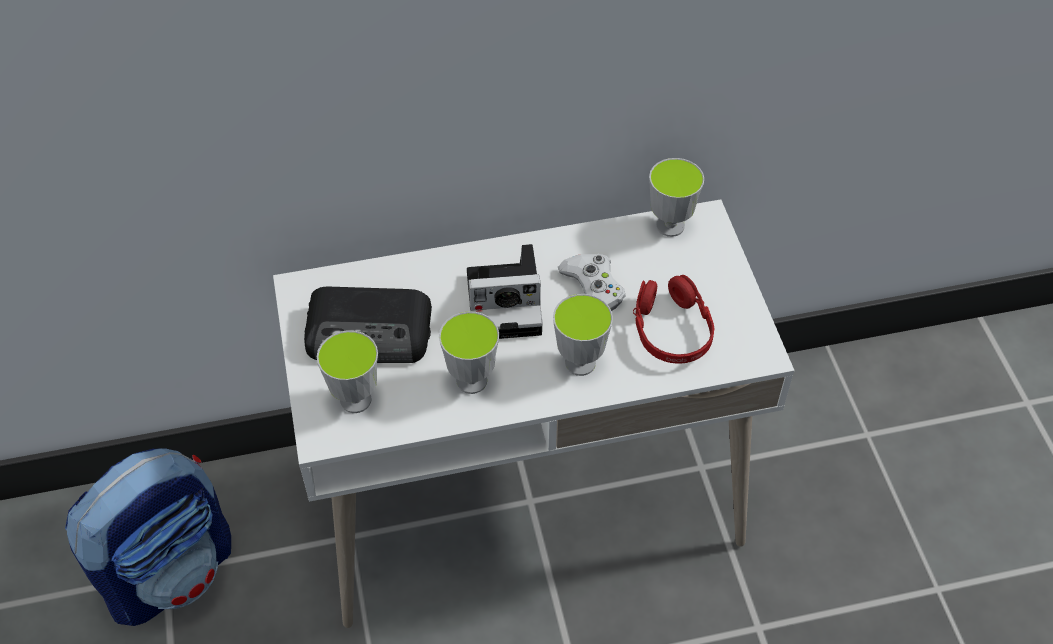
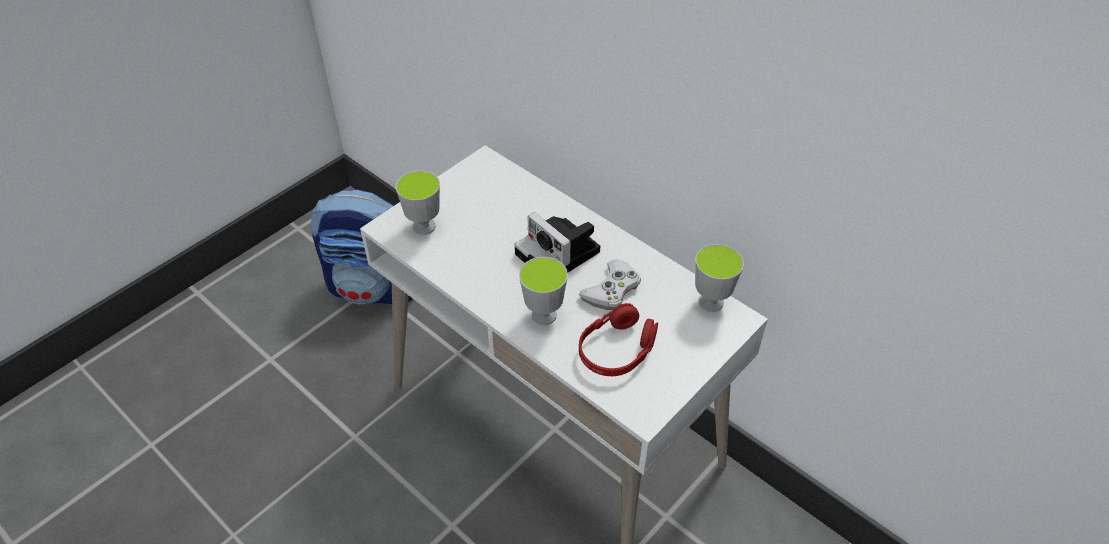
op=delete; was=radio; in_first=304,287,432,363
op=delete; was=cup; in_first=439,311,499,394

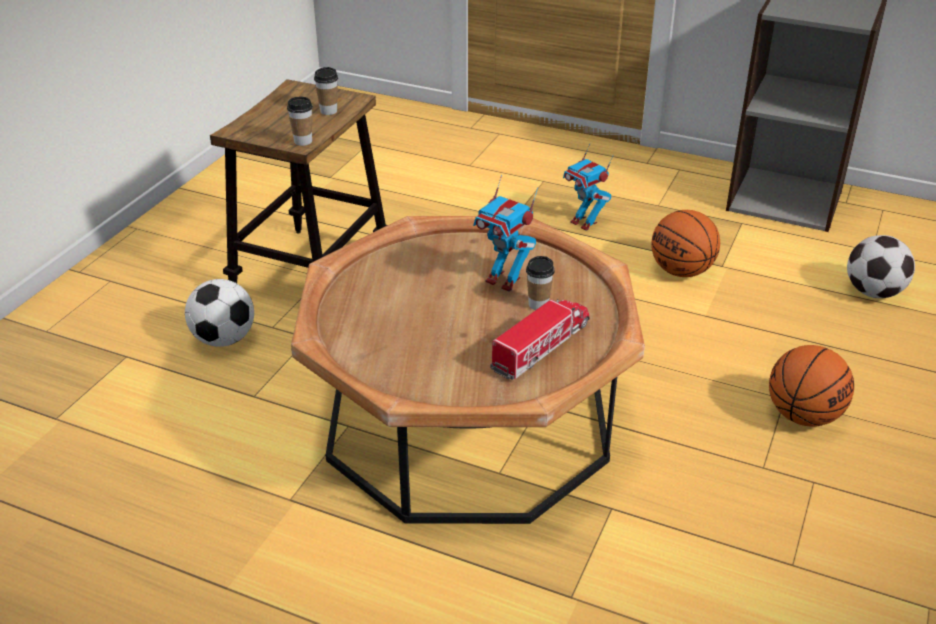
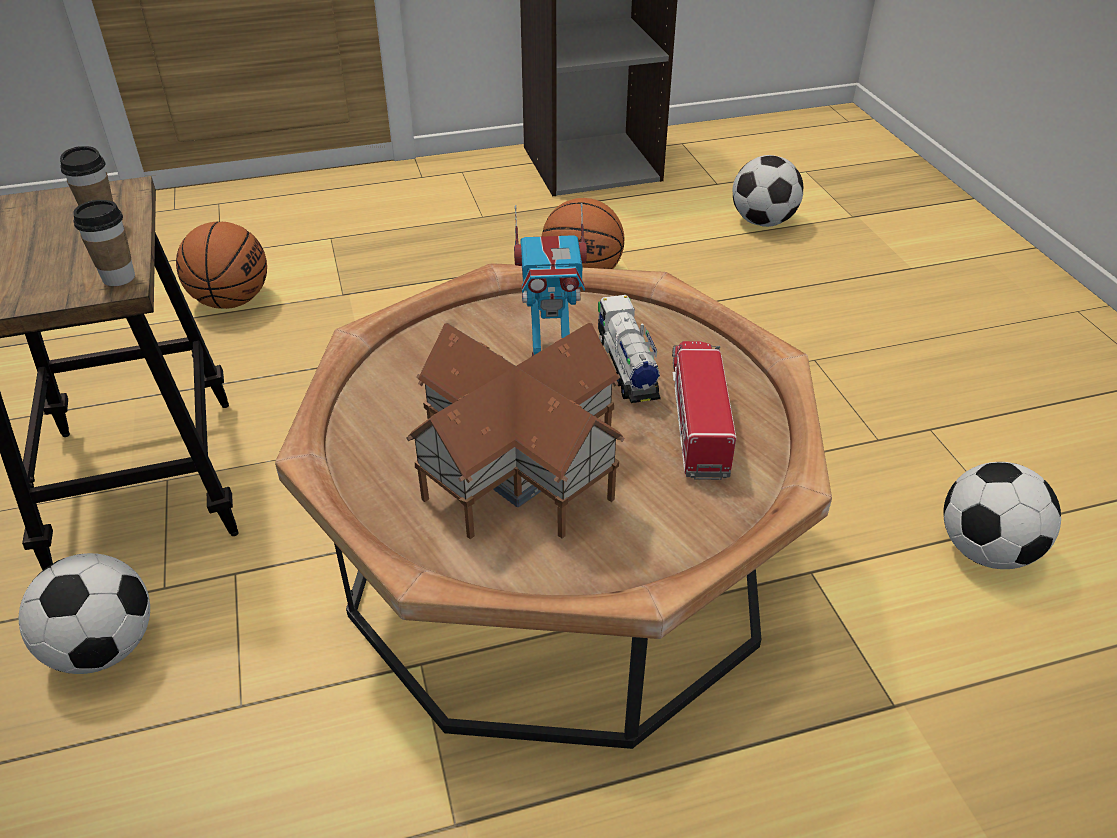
op=delete; was=toy robot; in_first=563,144,613,231
op=replace; was=cup; now=toy truck; in_first=526,256,555,310; in_second=598,295,661,403
op=move; was=basketball; in_first=769,345,854,427; in_second=176,221,267,309
op=insert; now=toy house; in_second=406,323,625,539
op=insert; now=football; in_second=943,462,1061,569

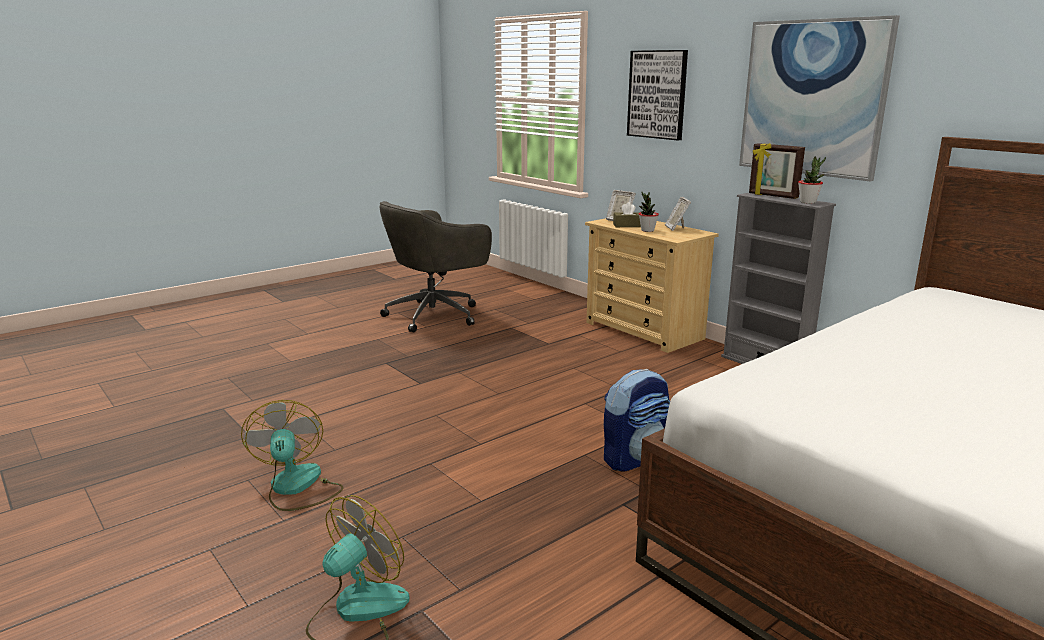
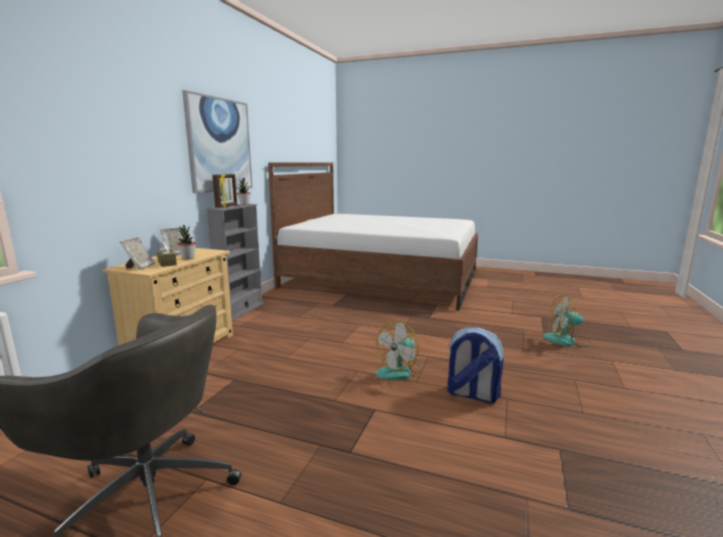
op=delete; was=picture; in_first=627,50,688,140
op=move; was=backpack; in_first=604,369,670,472; in_second=447,327,504,404
op=move; was=fan; in_first=241,400,343,511; in_second=375,320,421,380

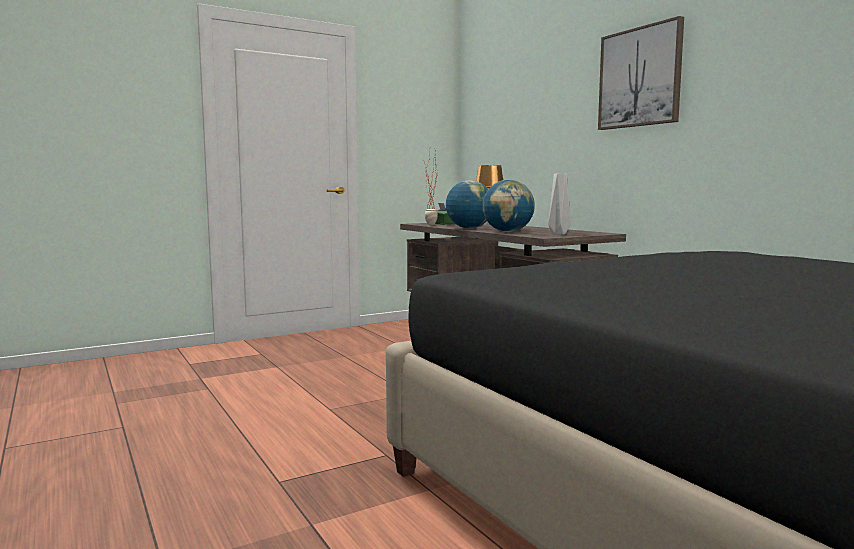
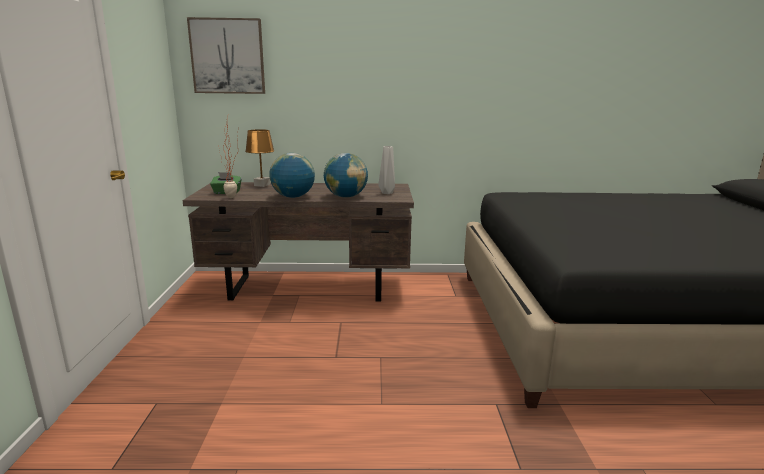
op=move; was=picture; in_first=598,16,684,130; in_second=187,17,265,94

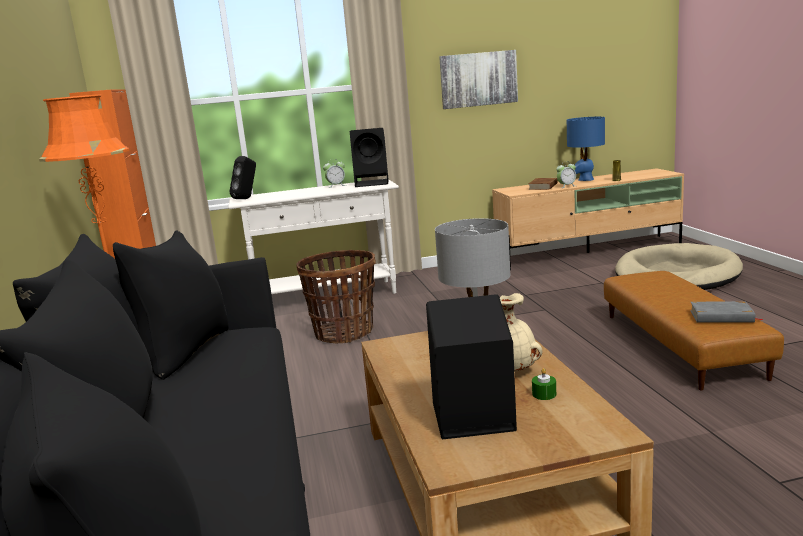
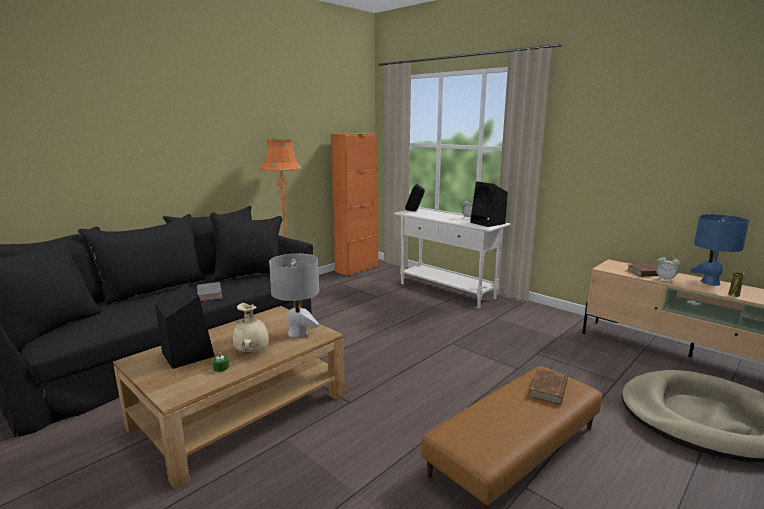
op=delete; was=picture; in_first=439,50,518,109
op=delete; was=basket; in_first=297,250,376,343
op=move; was=book (grey); in_first=690,301,762,323; in_second=197,282,222,303
op=insert; now=book (brown); in_second=529,369,568,405

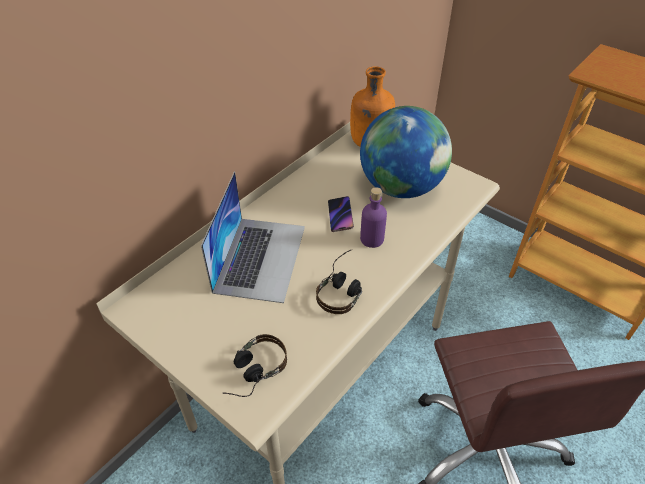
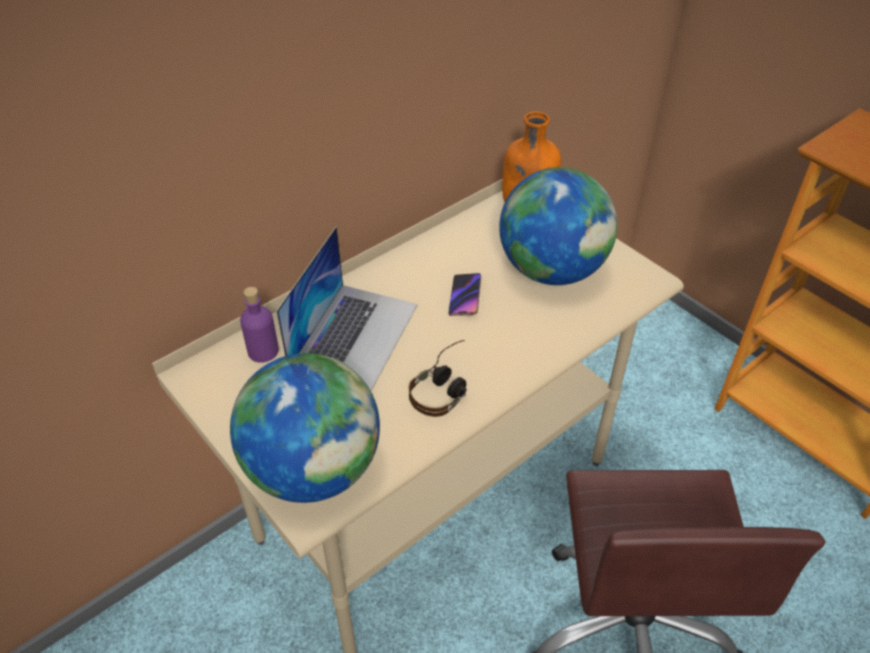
op=move; was=bottle (purple); in_first=360,187,387,248; in_second=240,287,279,363
op=replace; was=headphones; now=globe; in_first=223,334,287,397; in_second=230,353,380,503

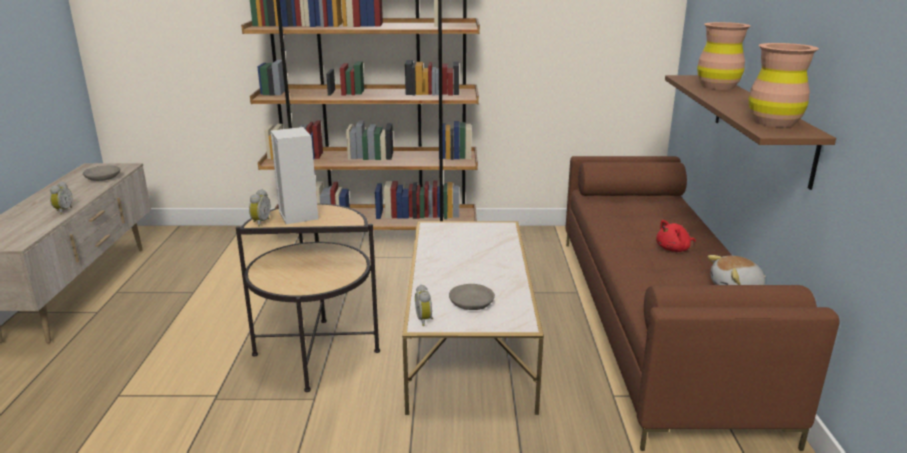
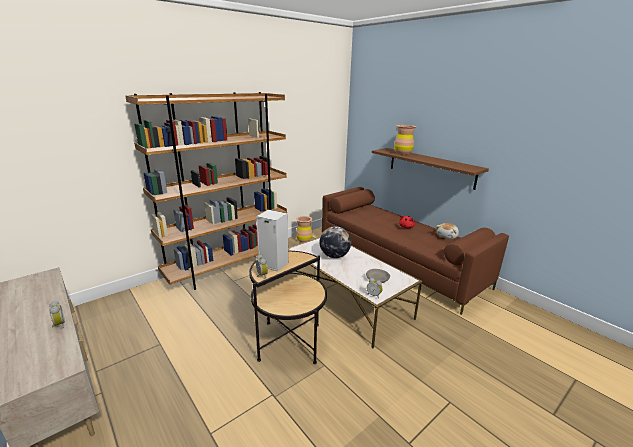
op=move; was=vase (brown); in_first=748,43,819,127; in_second=296,216,313,243
op=delete; was=bowl (grey); in_first=83,166,120,181
op=insert; now=globe; in_second=320,226,351,258

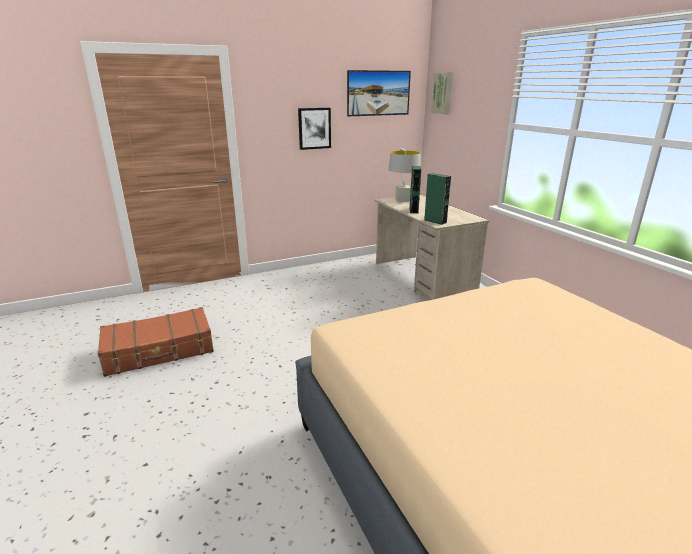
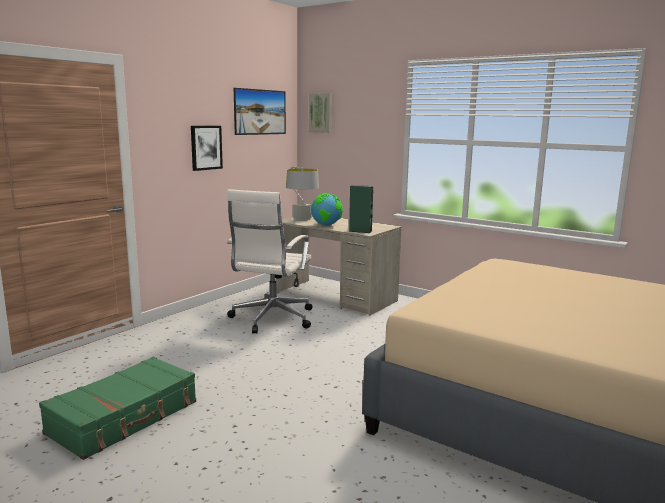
op=replace; was=speaker (green); now=globe; in_first=409,166,421,213; in_second=311,193,343,226
op=recolor; was=suitcase (brown); now=suitcase (green); in_first=97,307,214,377; in_second=39,357,196,460
op=insert; now=office chair (white); in_second=227,189,313,334

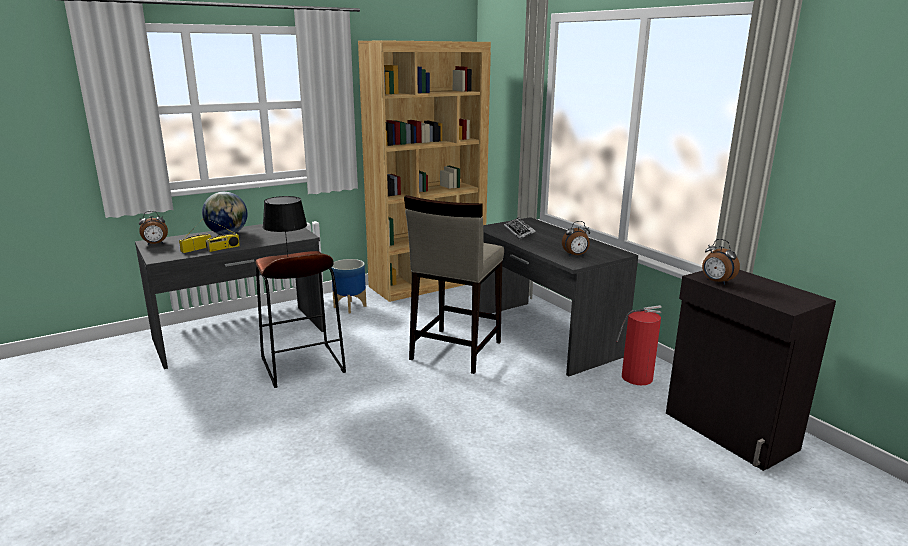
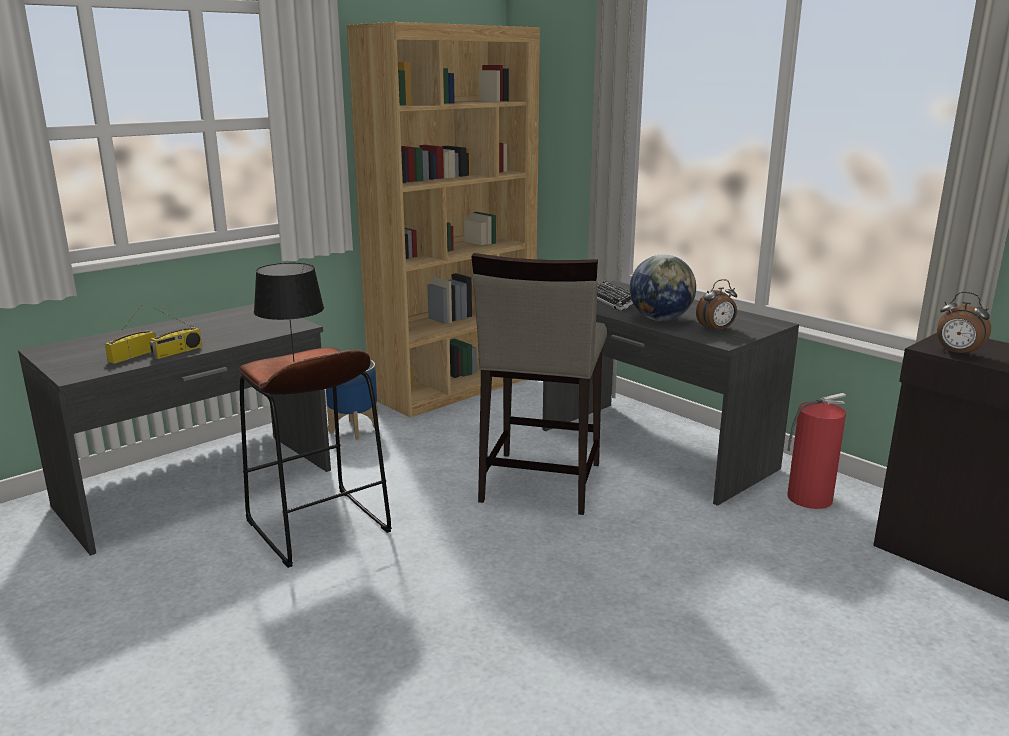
op=move; was=globe; in_first=202,192,247,235; in_second=630,254,696,321
op=delete; was=alarm clock; in_first=139,211,168,245

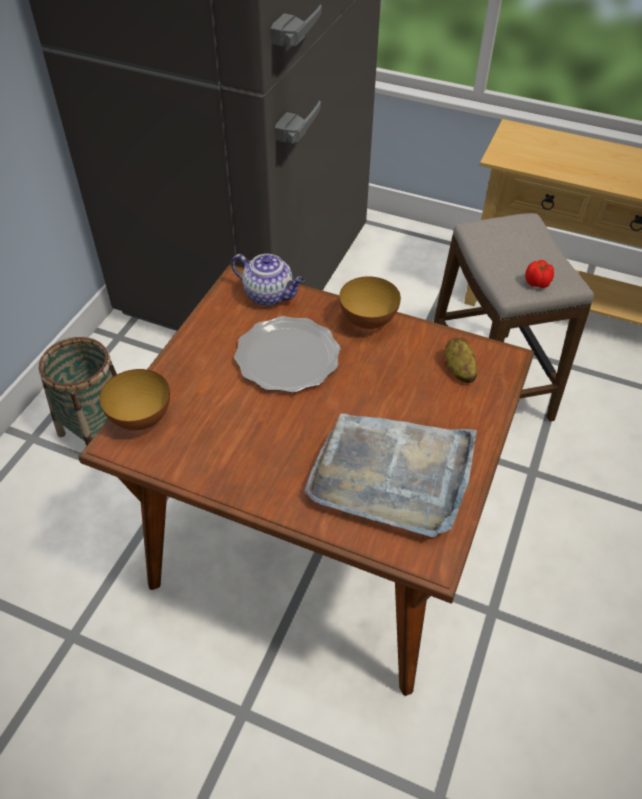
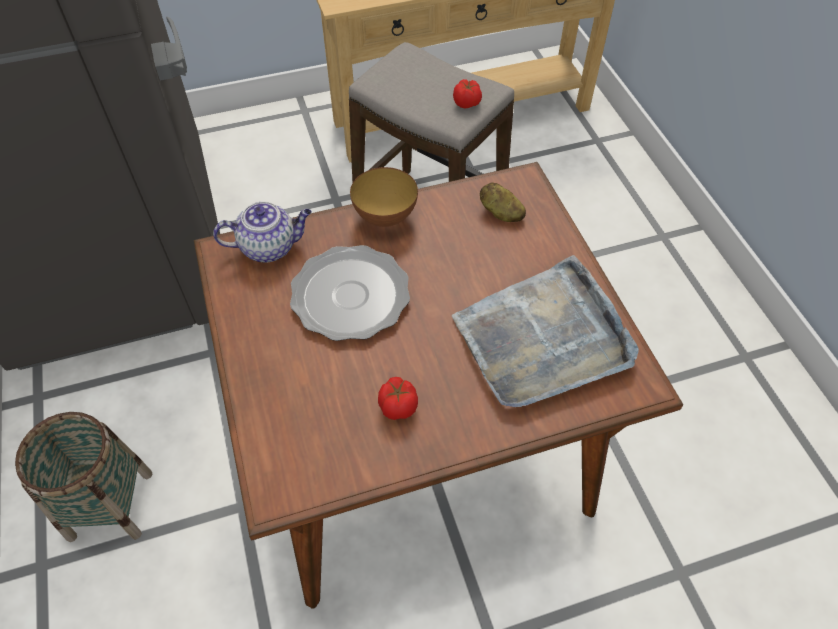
op=delete; was=bowl; in_first=99,369,170,430
op=insert; now=tomato; in_second=378,377,418,420

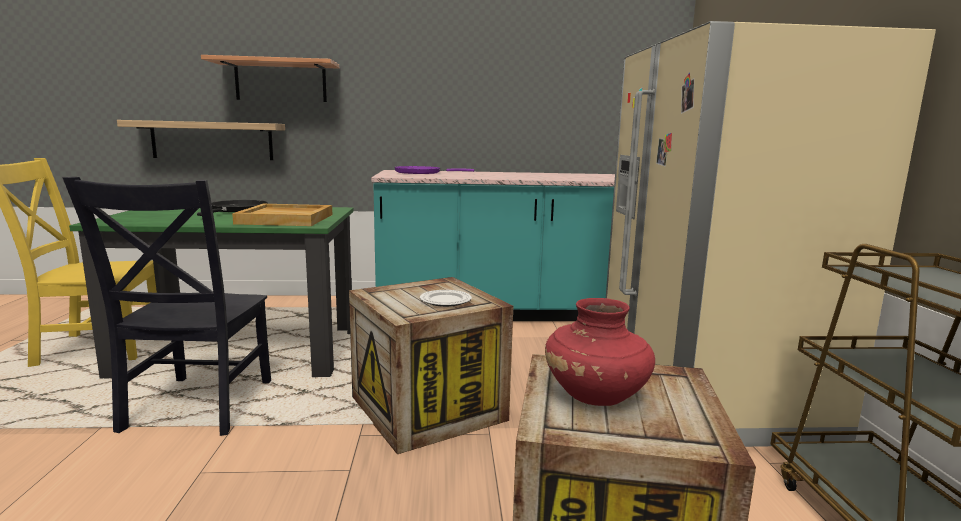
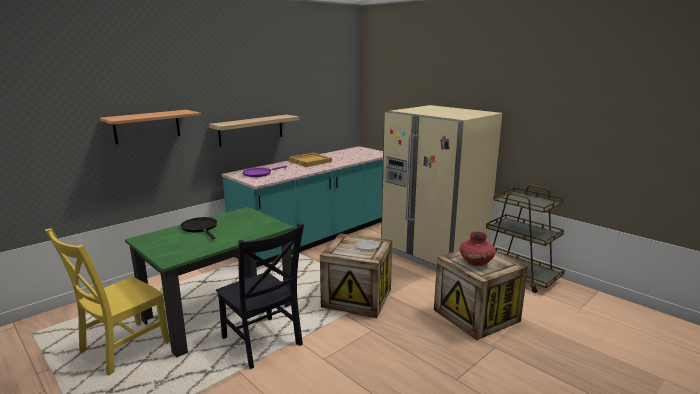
op=move; was=shelf; in_first=117,120,285,160; in_second=209,115,299,146
op=move; was=tray (beige); in_first=232,204,332,226; in_second=288,153,332,167

